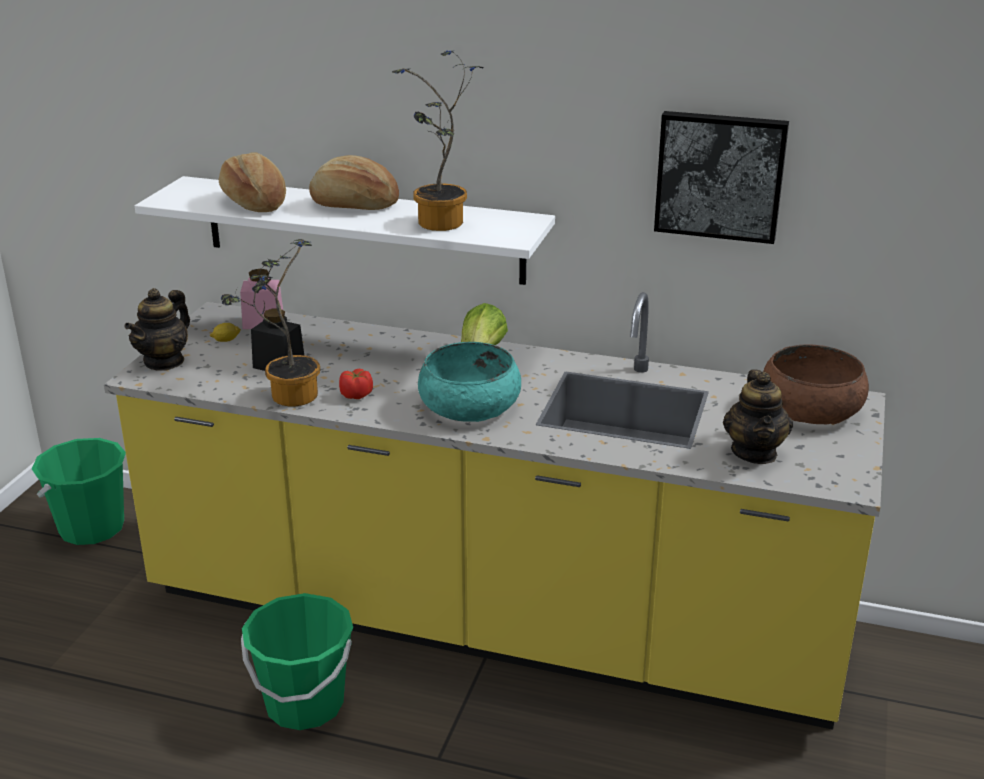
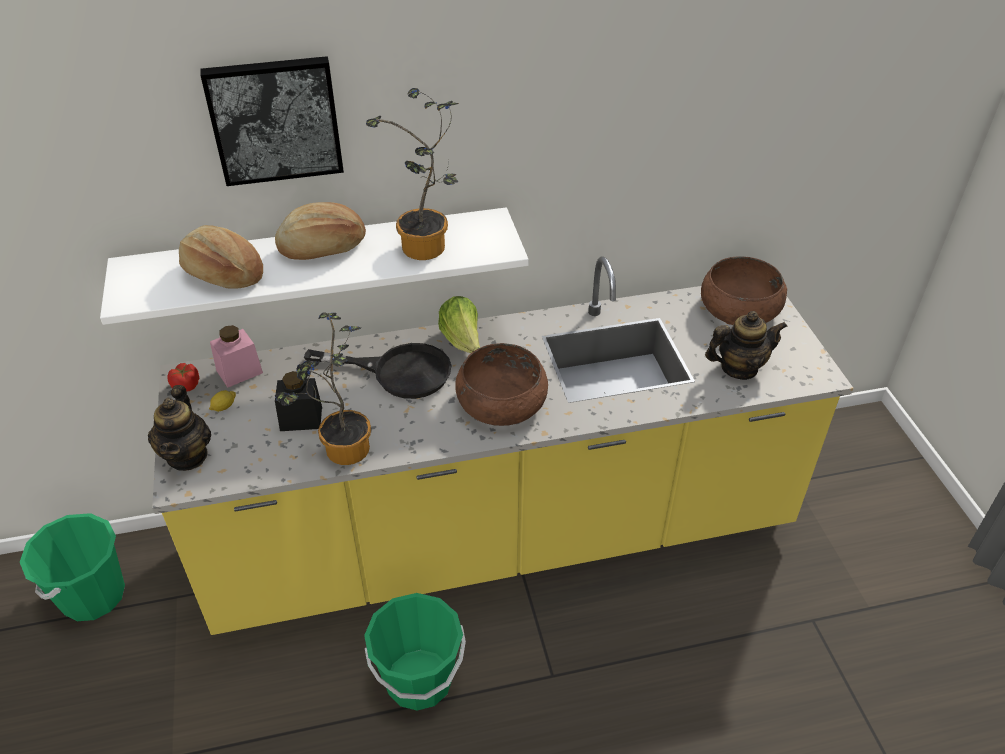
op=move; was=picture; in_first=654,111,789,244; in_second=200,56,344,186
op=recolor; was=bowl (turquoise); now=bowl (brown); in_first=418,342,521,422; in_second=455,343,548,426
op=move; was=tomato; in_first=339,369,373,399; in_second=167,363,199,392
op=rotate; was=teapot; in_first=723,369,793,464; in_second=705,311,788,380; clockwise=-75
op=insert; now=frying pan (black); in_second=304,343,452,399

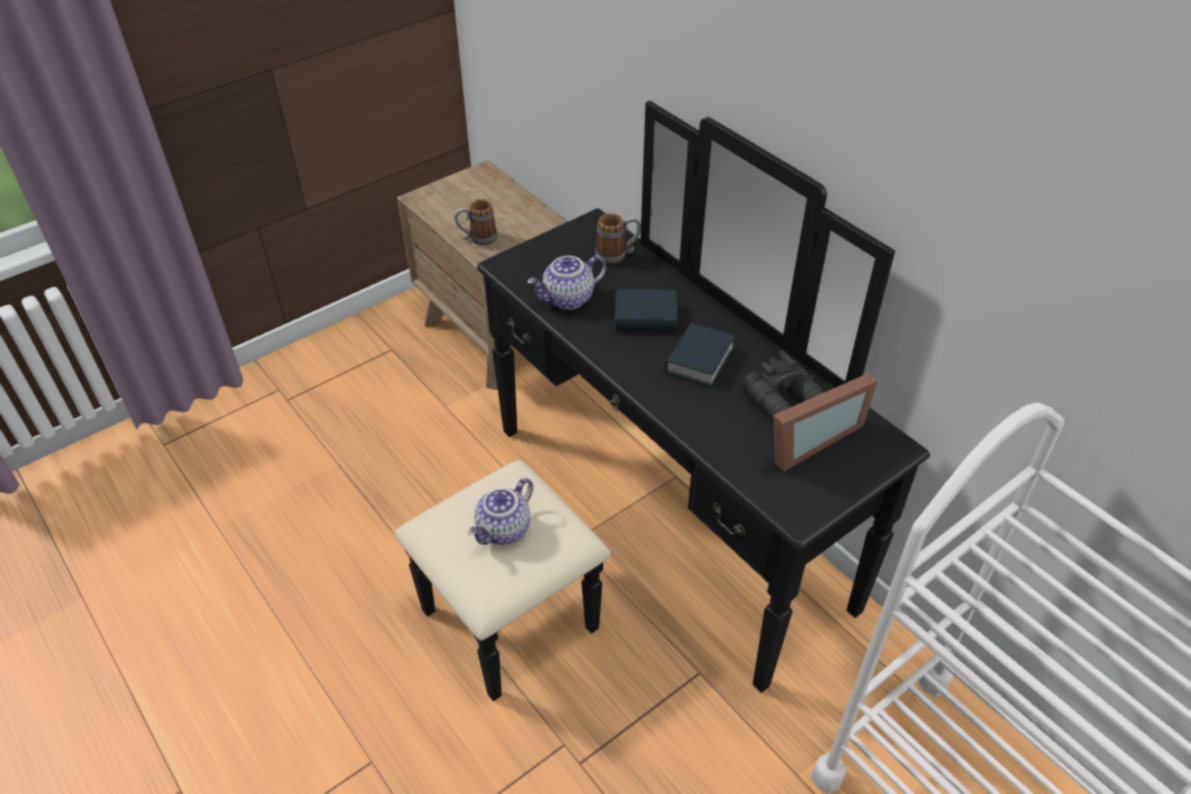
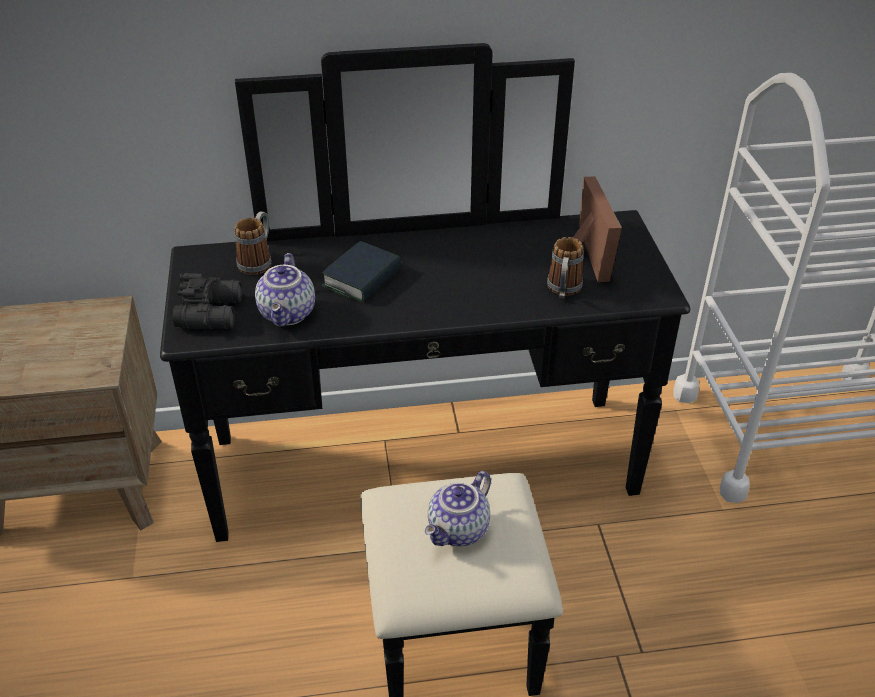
op=move; was=mug; in_first=454,199,498,245; in_second=547,237,584,299
op=delete; was=book; in_first=665,323,735,386
op=move; was=binoculars (black); in_first=742,350,824,418; in_second=173,273,242,329
op=rotate; was=teapot; in_first=468,478,533,545; in_second=425,471,491,546; clockwise=60

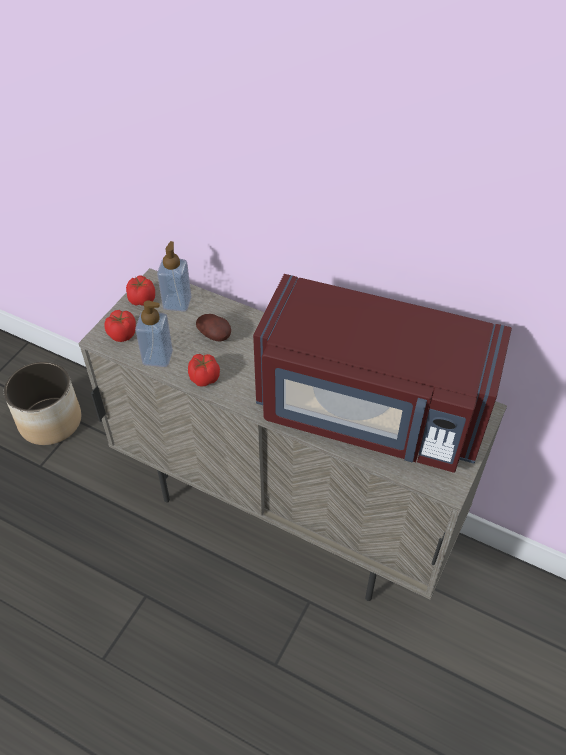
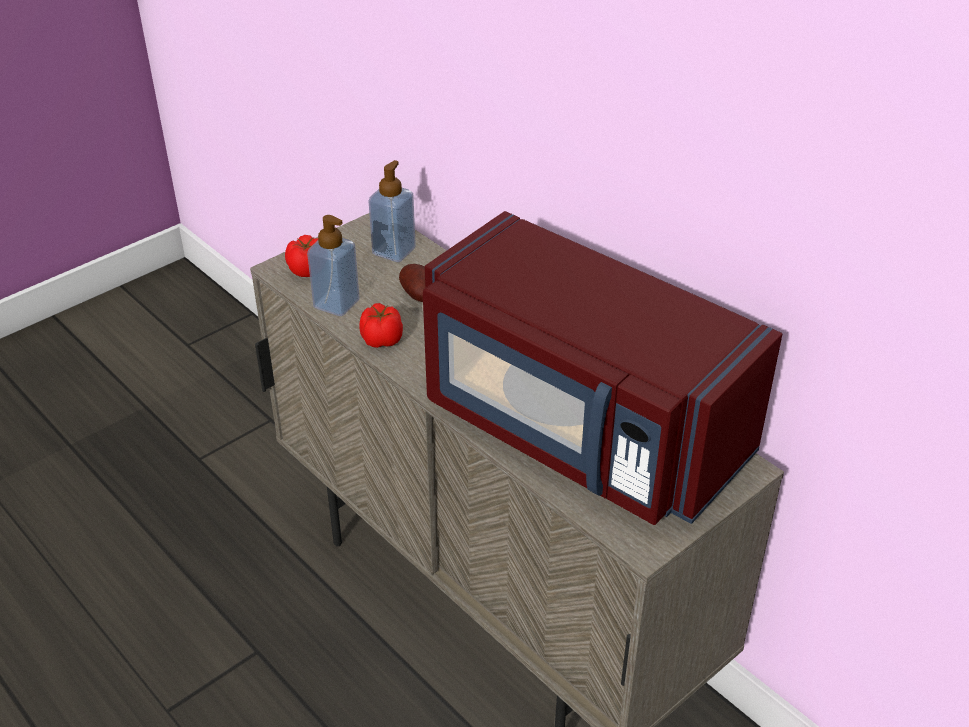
op=delete; was=tomato; in_first=126,276,155,306
op=delete; was=planter; in_first=4,361,81,445

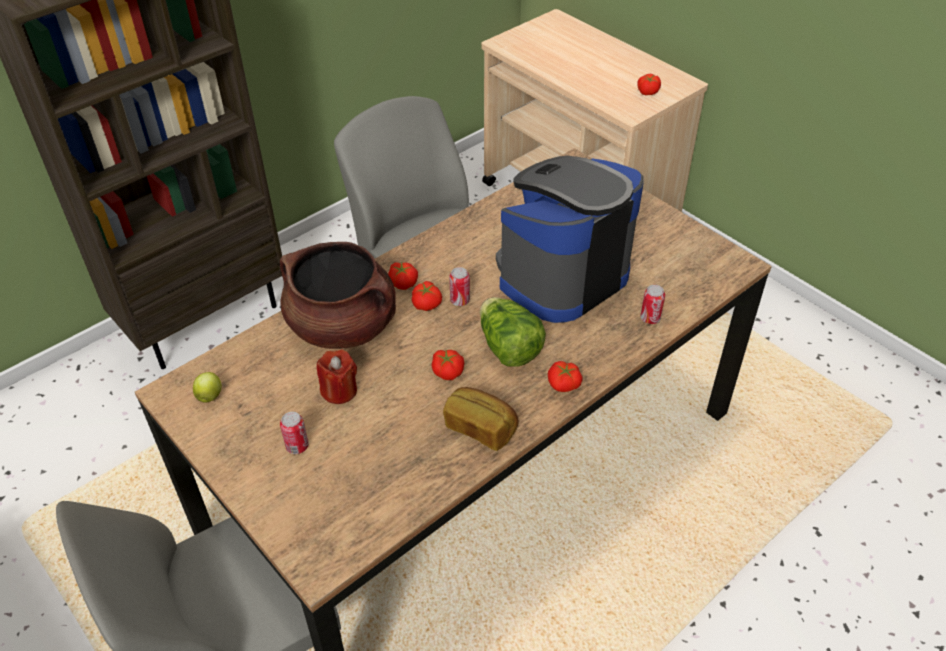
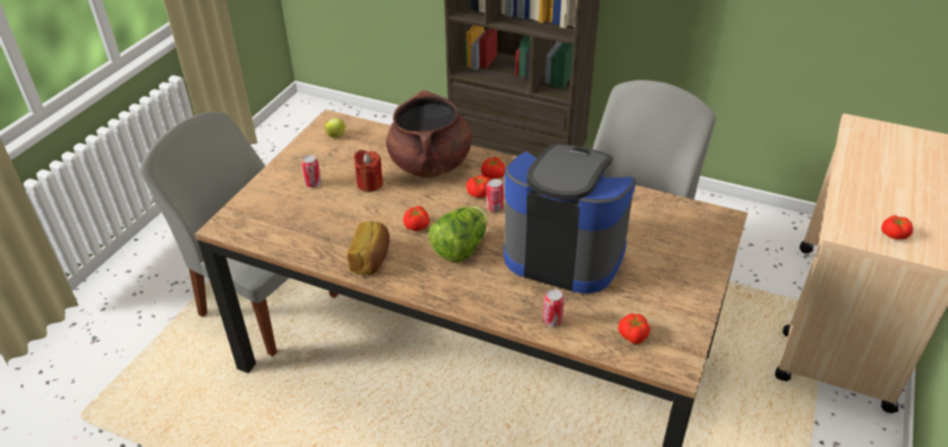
op=move; was=tomato; in_first=548,361,583,392; in_second=618,313,650,344

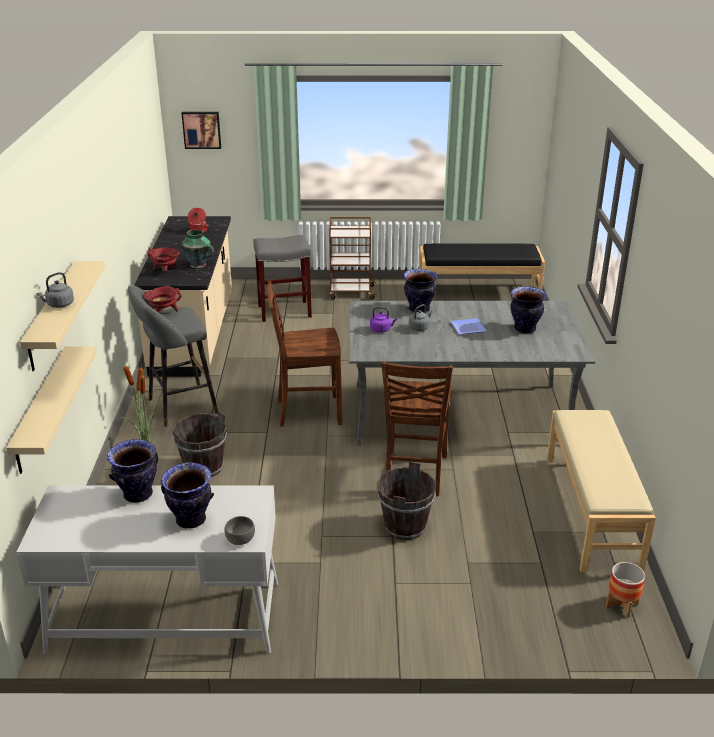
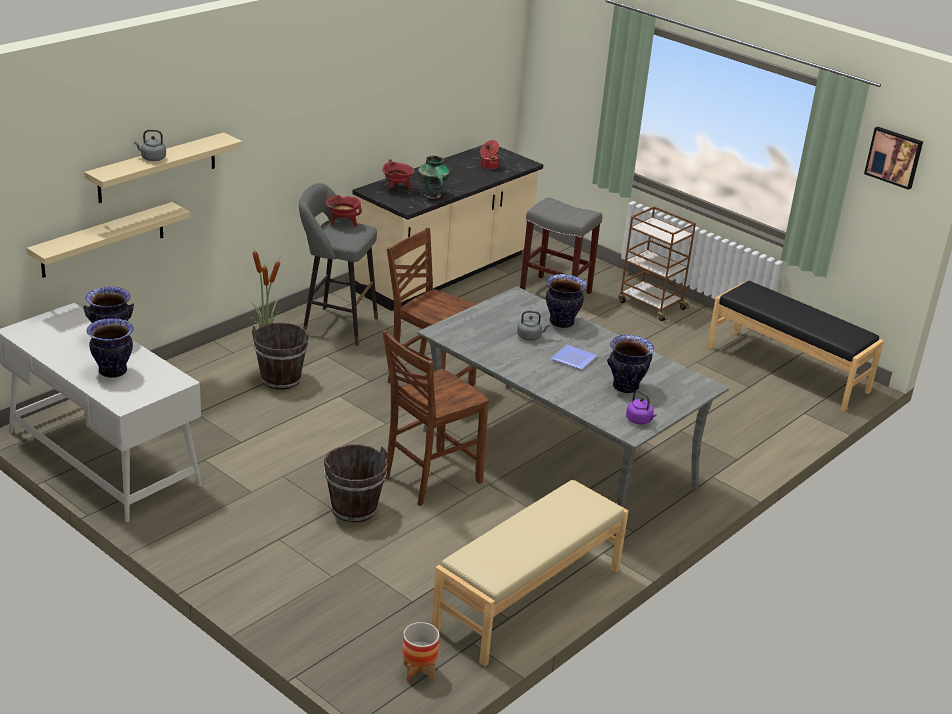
op=move; was=picture; in_first=181,112,221,149; in_second=864,127,923,190
op=move; was=kettle (purple); in_first=370,307,397,333; in_second=626,390,657,425
op=delete; was=bowl (grey); in_first=224,516,255,545

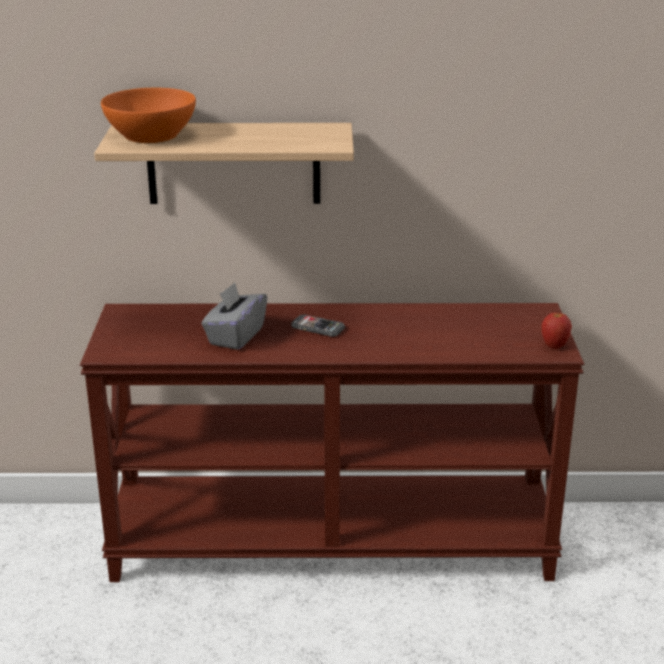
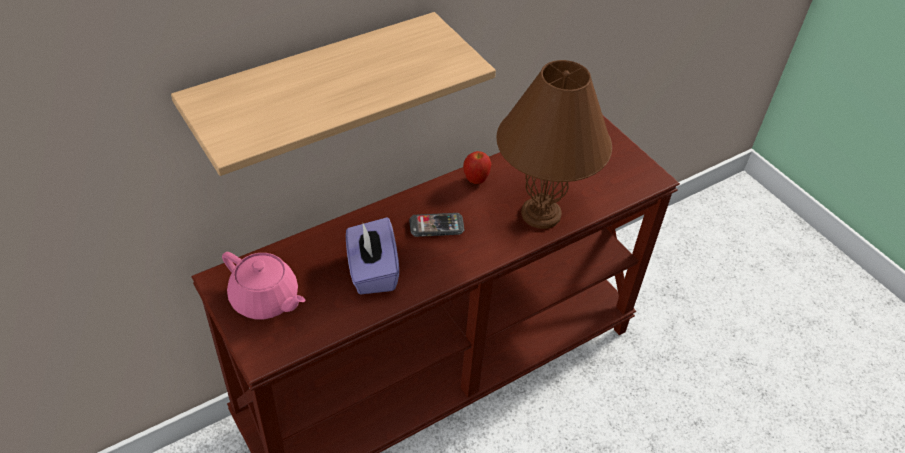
op=delete; was=bowl (orange); in_first=101,88,196,143
op=recolor; was=tissue box (grey); now=tissue box (purple); in_first=201,282,267,350; in_second=346,217,399,294
op=move; was=apple; in_first=542,311,572,349; in_second=463,151,491,184
op=insert; now=table lamp (brown); in_second=496,60,612,229
op=insert; now=teapot (pink); in_second=222,252,305,319

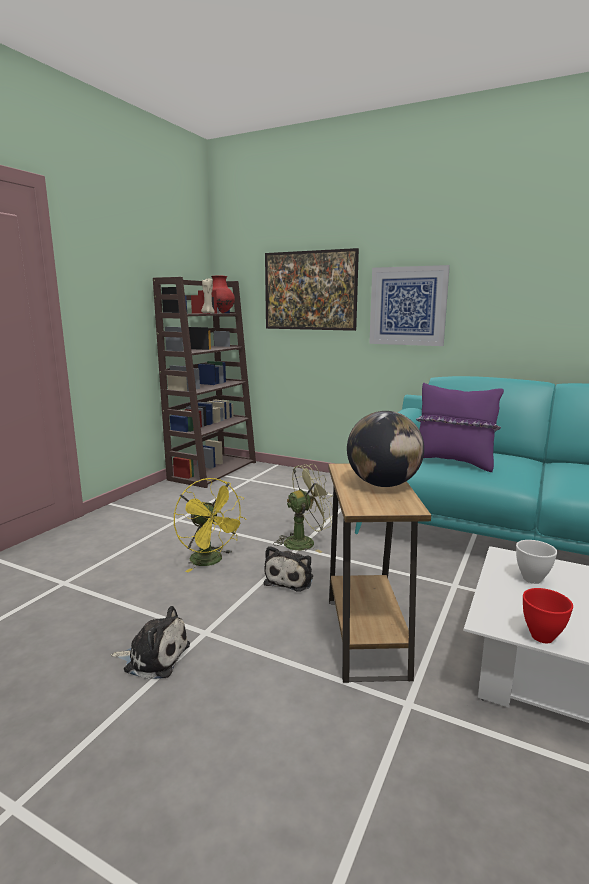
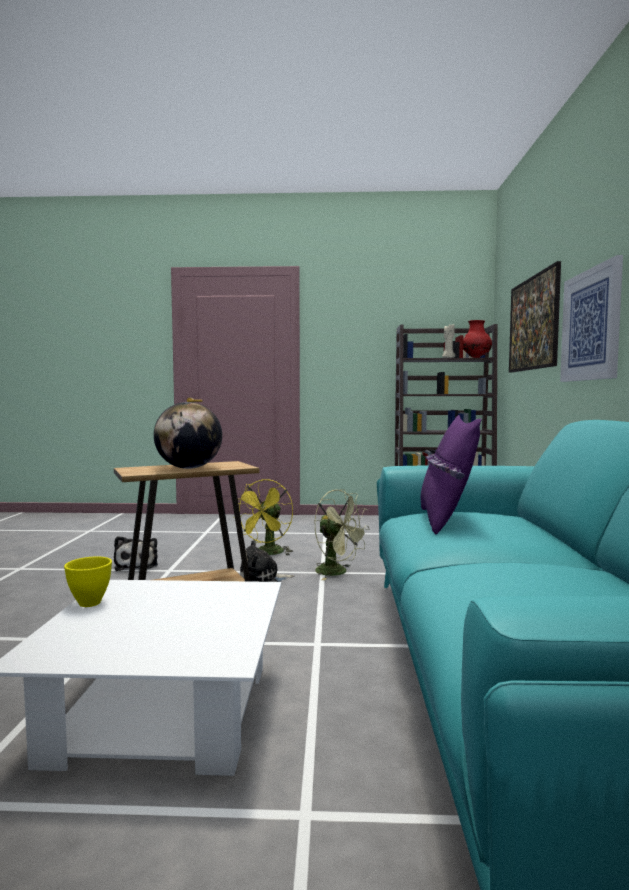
op=delete; was=bowl (white); in_first=516,540,557,584
op=recolor; was=bowl (red); now=bowl (yellow); in_first=523,588,573,643; in_second=64,557,112,607

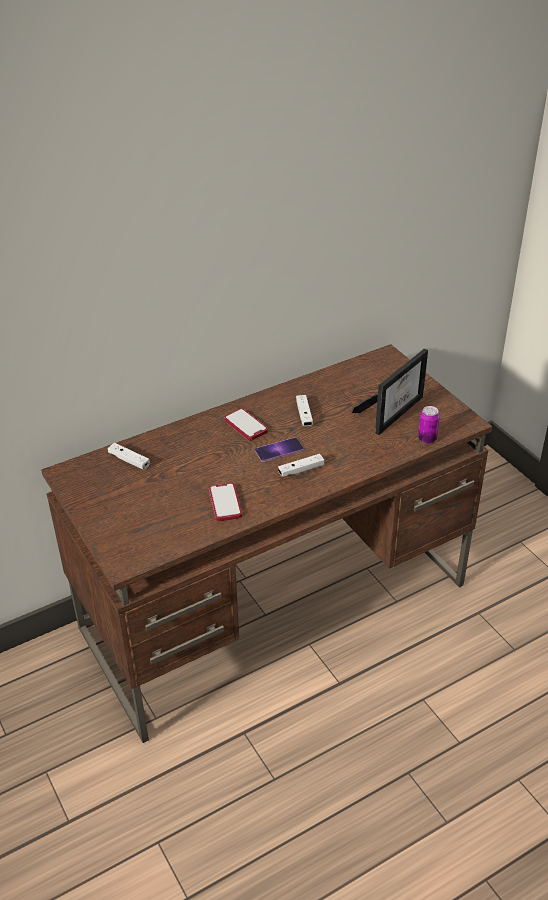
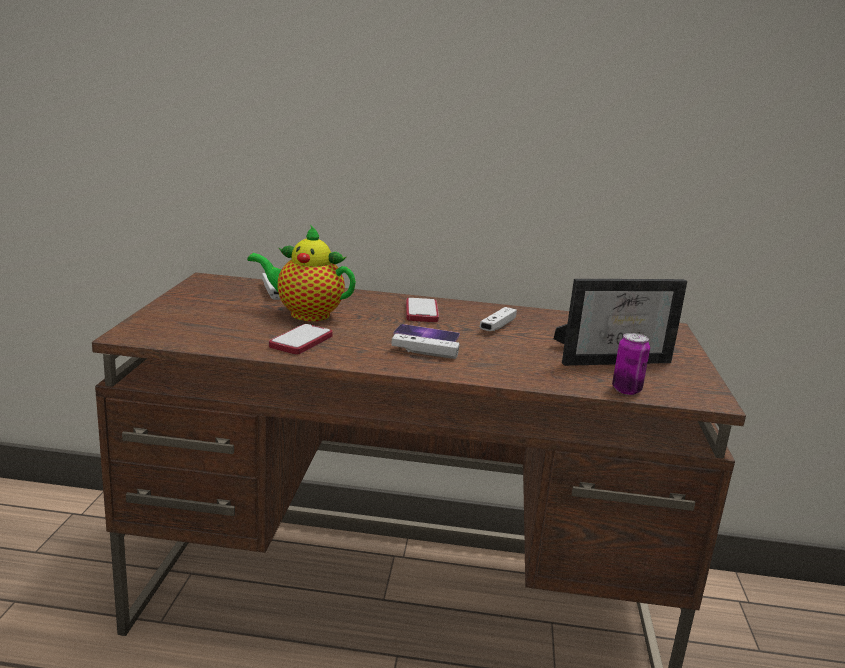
op=insert; now=teapot; in_second=247,225,356,321

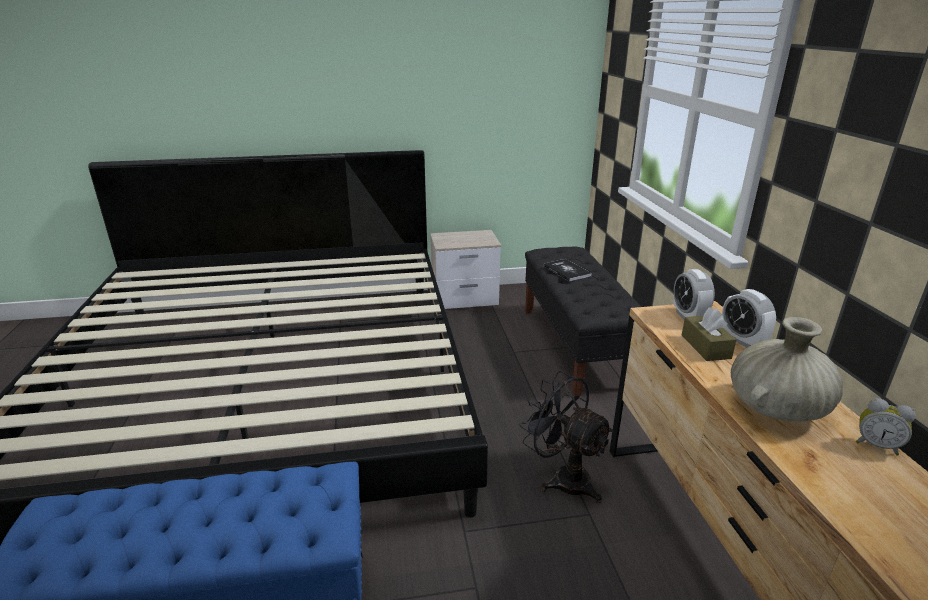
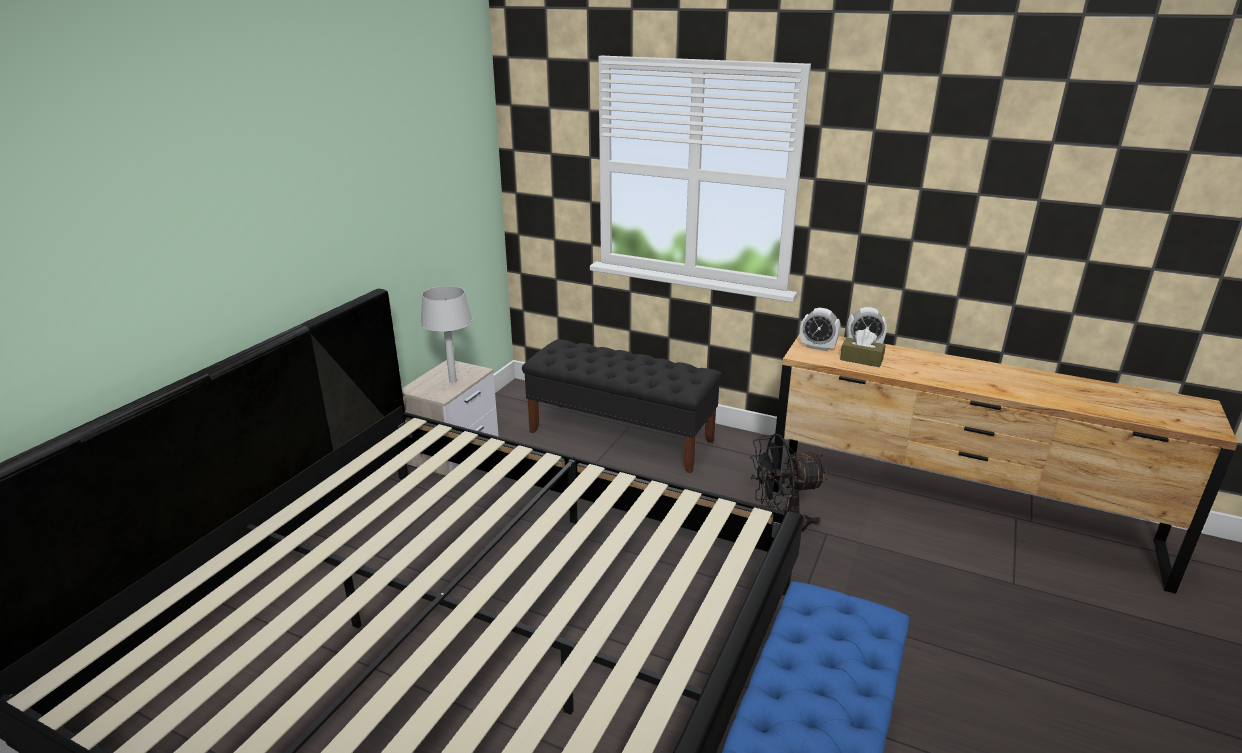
op=delete; was=book; in_first=544,259,592,282
op=delete; was=vase (beige); in_first=731,317,843,422
op=delete; was=alarm clock; in_first=856,398,916,456
op=insert; now=table lamp (grey); in_second=420,286,472,383

